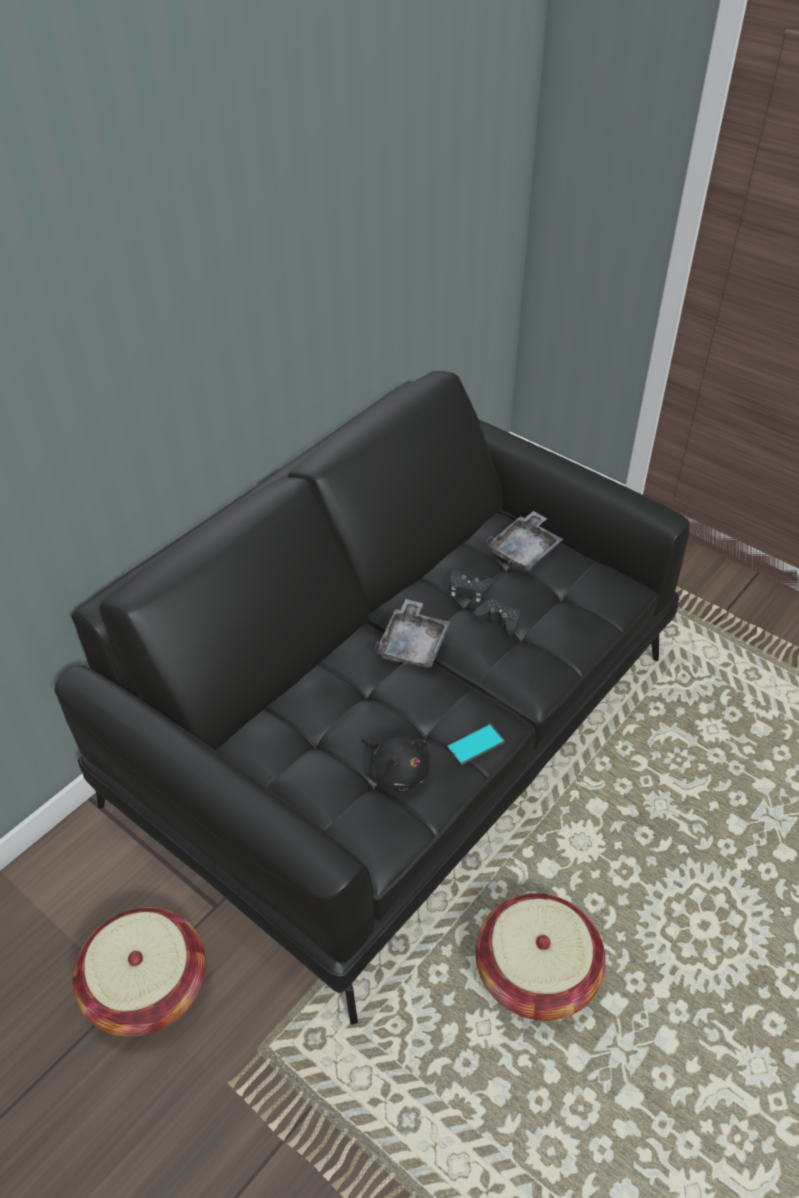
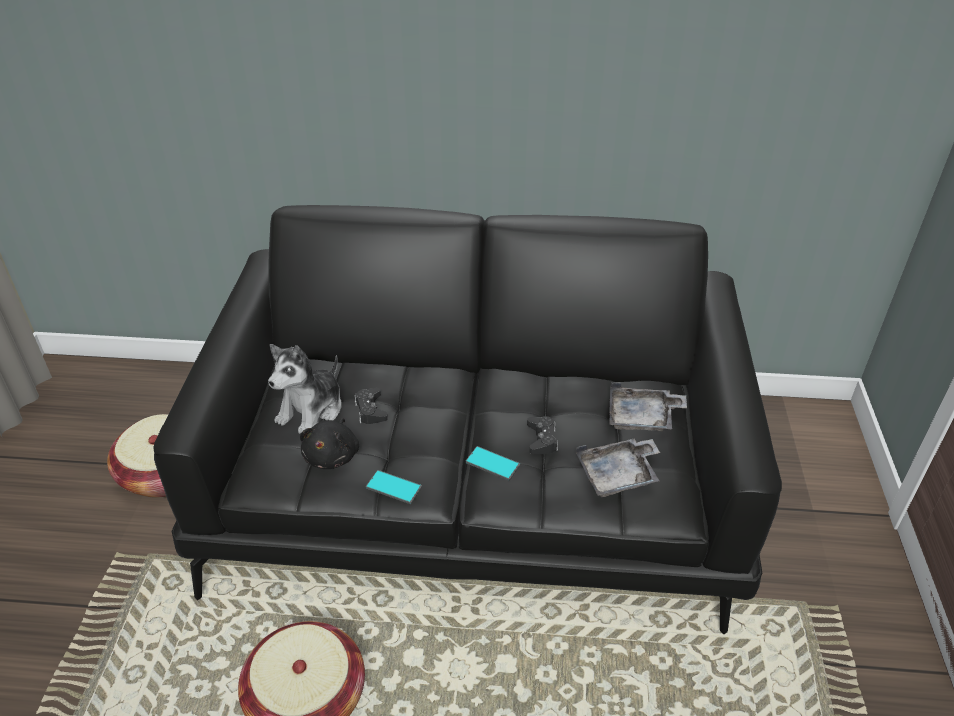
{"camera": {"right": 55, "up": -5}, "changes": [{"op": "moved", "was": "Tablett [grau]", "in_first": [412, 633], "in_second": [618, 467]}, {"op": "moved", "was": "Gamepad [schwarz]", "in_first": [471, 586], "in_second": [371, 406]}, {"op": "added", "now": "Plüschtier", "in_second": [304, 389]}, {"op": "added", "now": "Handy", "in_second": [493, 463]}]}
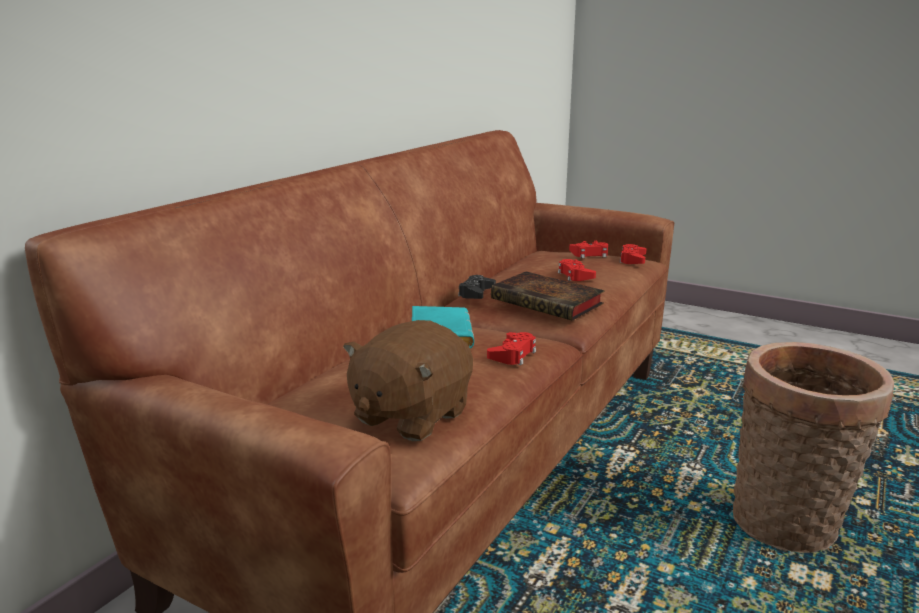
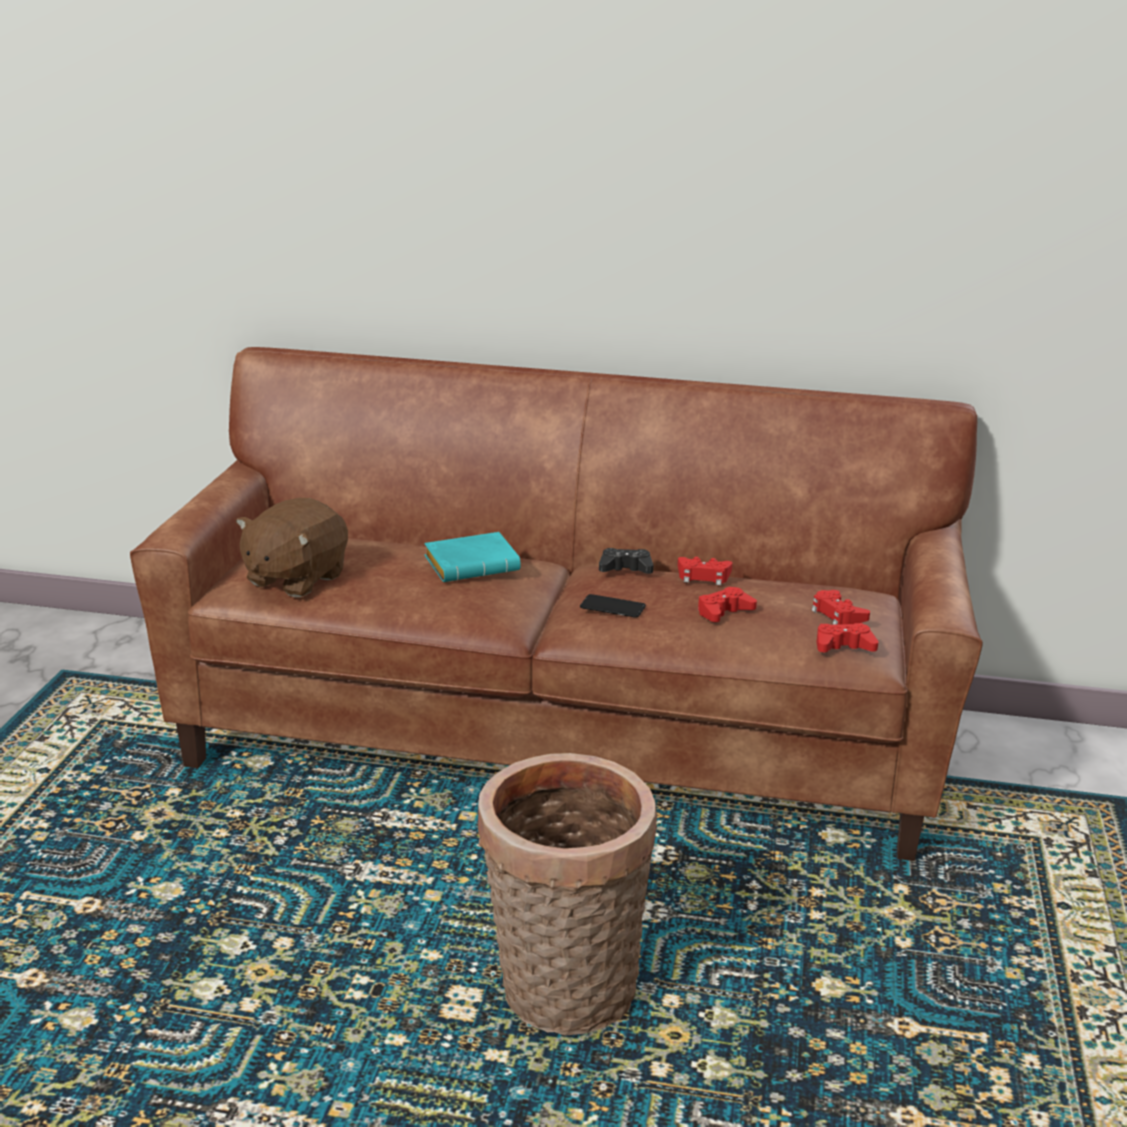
{"camera": {"right": 70, "up": 5}, "changes": [{"op": "turned", "was": "Plüschtier [braun]", "in_first": [408, 380], "in_second": [292, 548], "clockwise": -75}, {"op": "moved", "was": "Gamepad [rot]", "in_first": [511, 348], "in_second": [705, 571]}, {"op": "replaced", "was": "Buch", "now": "Handy", "in_first": [548, 296], "in_second": [613, 606]}]}
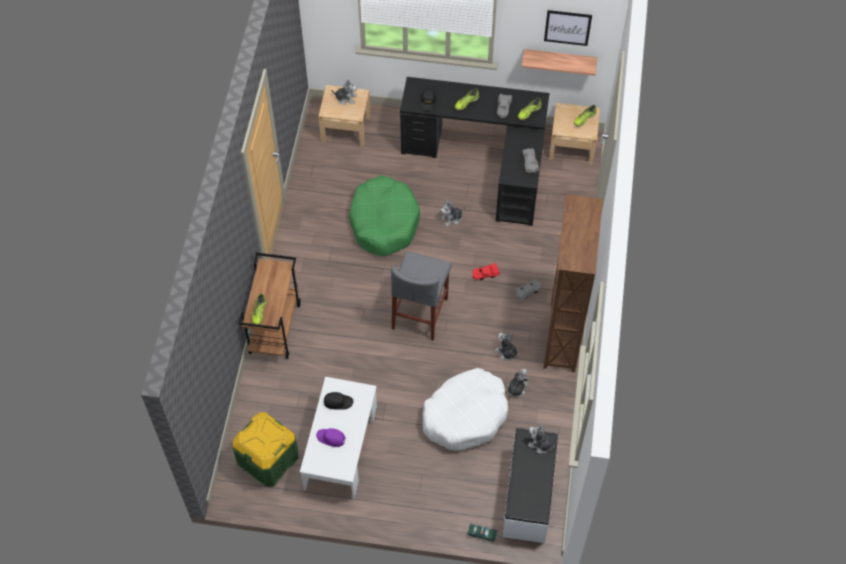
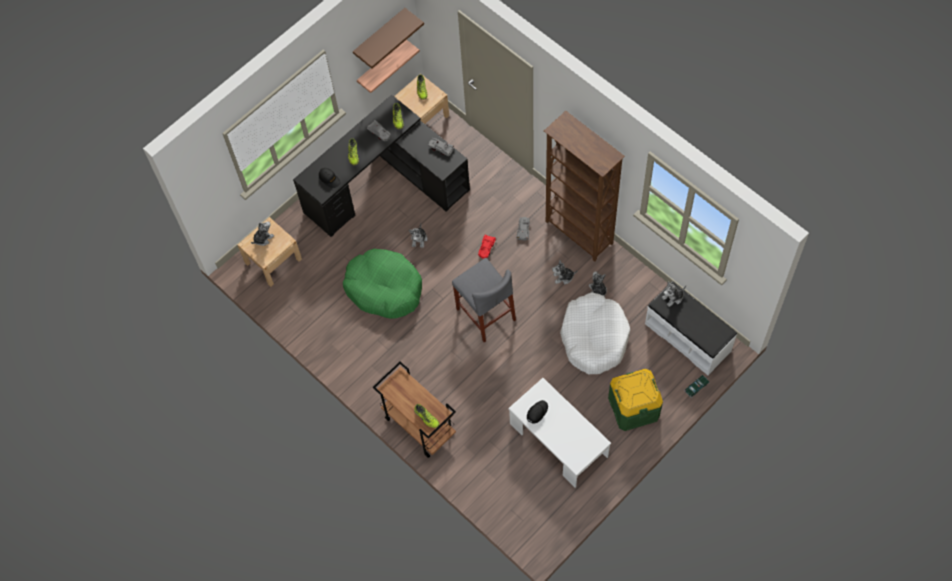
{"camera": {"right": -50, "up": 5}, "changes": [{"op": "moved", "was": "Aufbewahrungsbox [grün]", "in_first": [266, 449], "in_second": [635, 400]}, {"op": "removed", "was": "Kappe [lila]", "in_first": [331, 437]}, {"op": "replaced", "was": "Bild", "now": "Wandregal [braun]", "in_first": [568, 28], "in_second": [388, 38]}]}
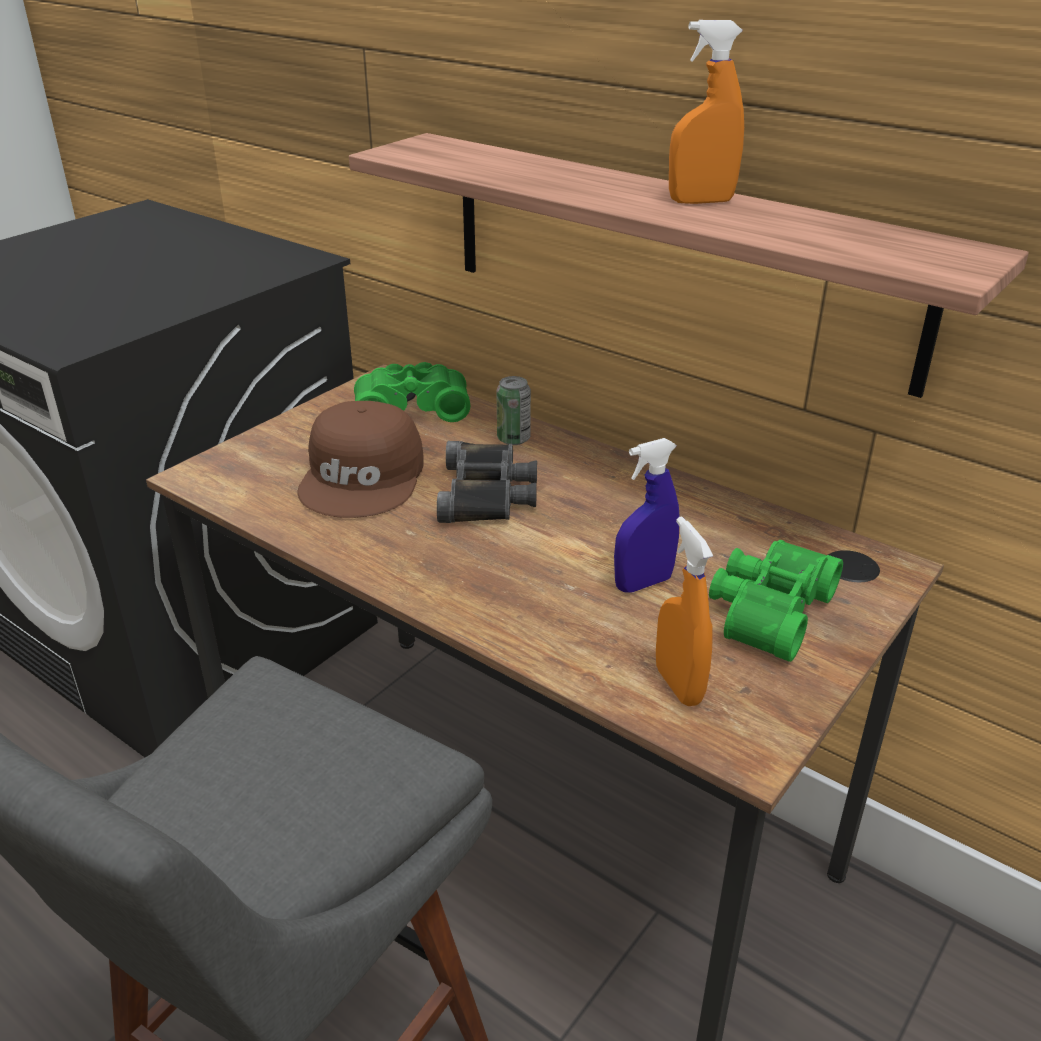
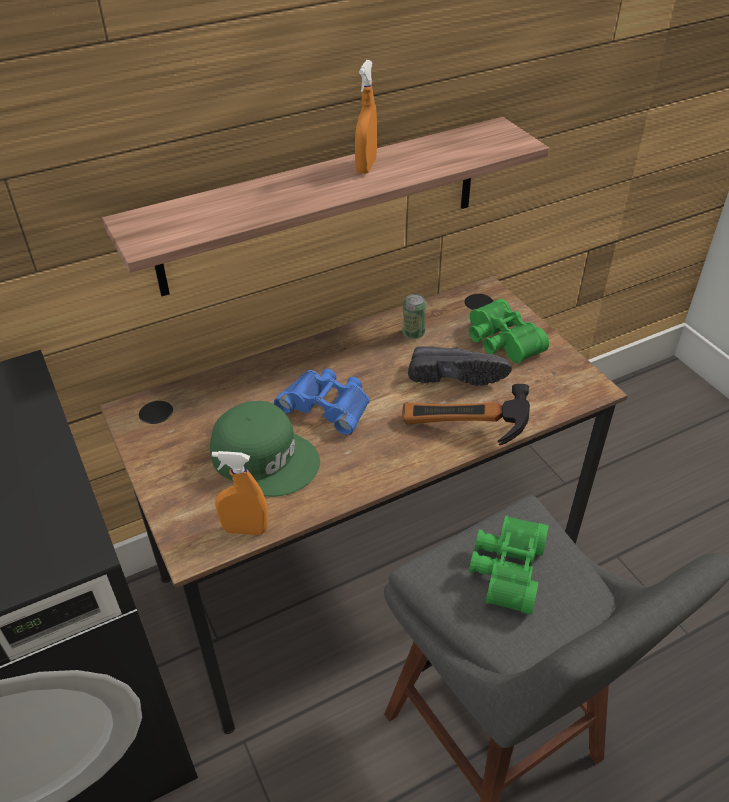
{"camera": {"right": -65, "up": 10}, "changes": [{"op": "recoloured", "was": "Kappe [braun]", "now": "Kappe [grün]", "in_first": [360, 459], "in_second": [265, 449]}, {"op": "moved", "was": "Fernglas [grün]", "in_first": [412, 392], "in_second": [509, 565]}, {"op": "recoloured", "was": "Fernglas [schwarz]", "now": "Fernglas [blau]", "in_first": [487, 482], "in_second": [322, 401]}, {"op": "moved", "was": "Dose", "in_first": [513, 410], "in_second": [415, 316]}, {"op": "replaced", "was": "Sprühflasche [blau]", "now": "Schuh [schwarz]", "in_first": [647, 515], "in_second": [460, 366]}, {"op": "moved", "was": "Sprühflasche [orange]", "in_first": [684, 611], "in_second": [240, 493]}, {"op": "added", "now": "Hammer", "in_second": [466, 414]}]}
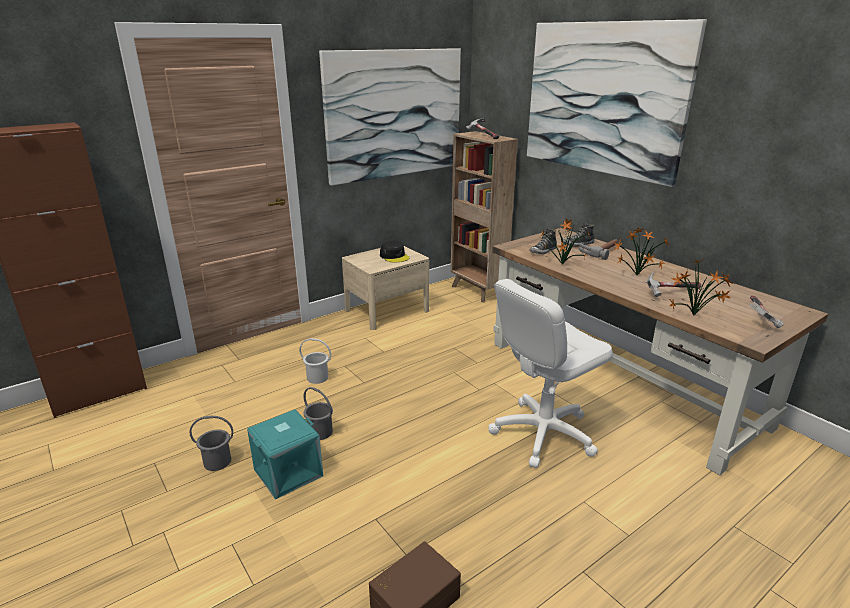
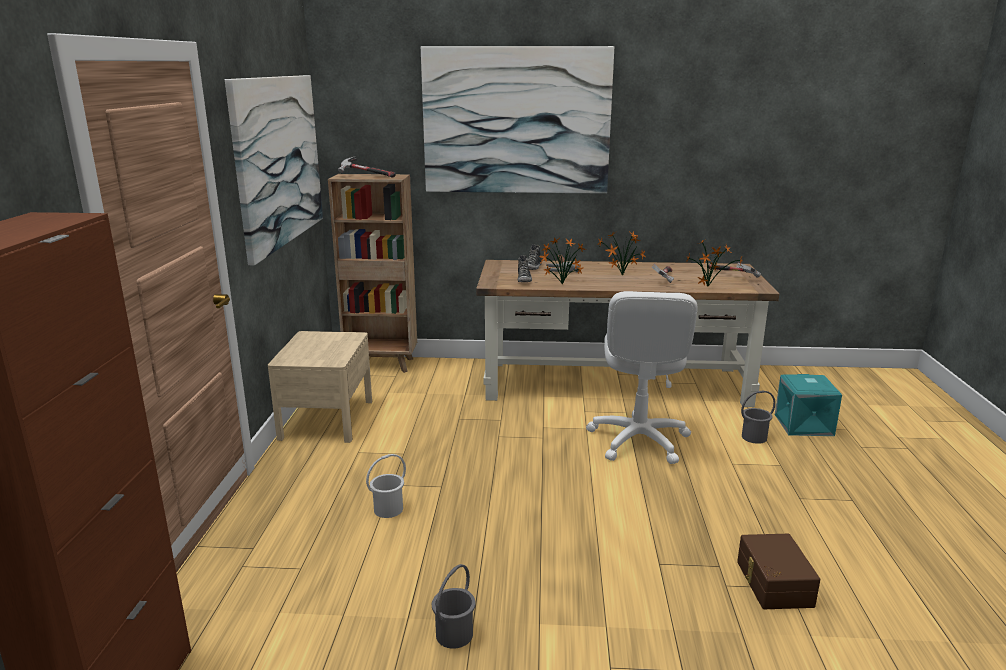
{"camera": {"right": -50, "up": -5}, "changes": [{"op": "moved", "was": "Aufbewahrungsbox [türkis]", "in_first": [285, 454], "in_second": [808, 405]}, {"op": "moved", "was": "Eimer [grau]", "in_first": [318, 413], "in_second": [758, 417]}, {"op": "removed", "was": "Kappe [schwarz]", "in_first": [394, 251]}]}
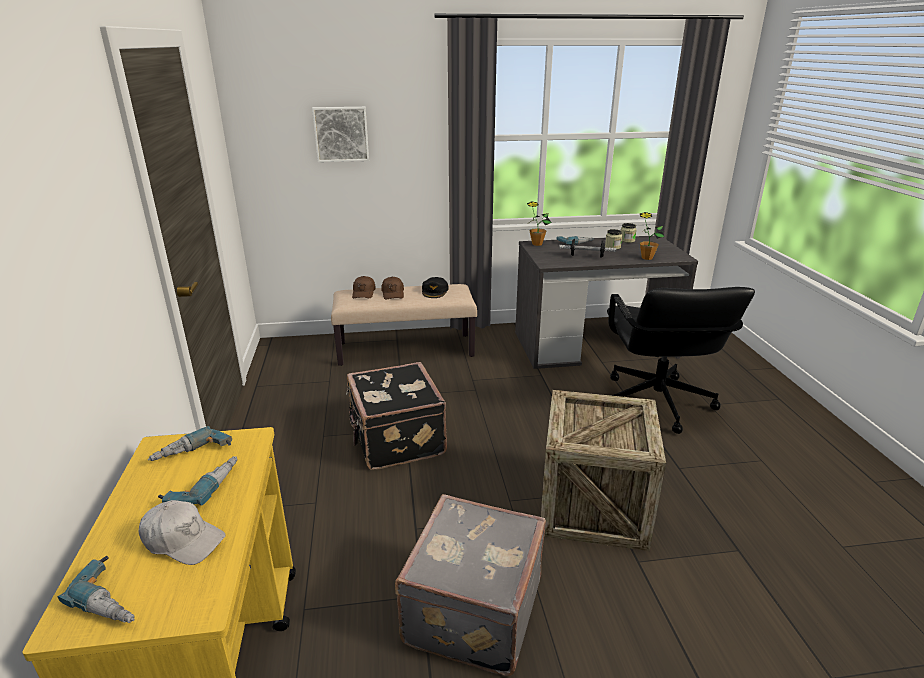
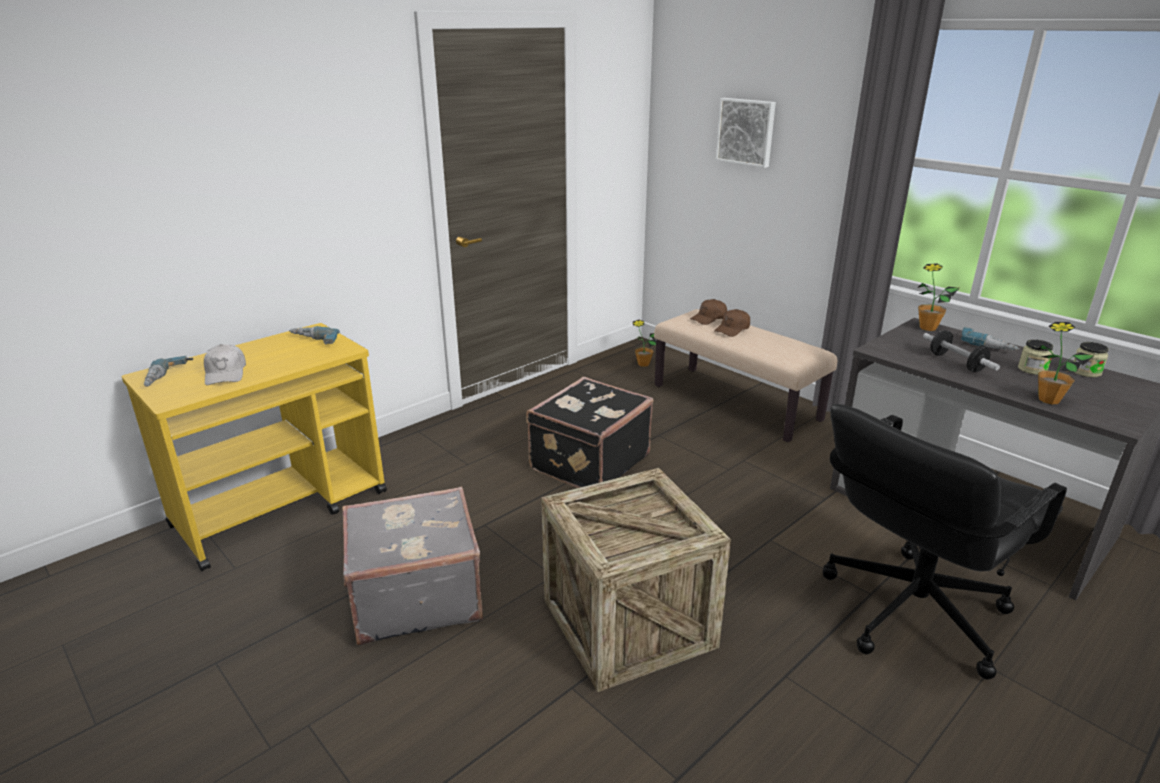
{"camera": {"right": 55, "up": 0}, "changes": [{"op": "removed", "was": "Bohrmaschine", "in_first": [197, 481]}, {"op": "removed", "was": "Kappe [schwarz]", "in_first": [435, 287]}, {"op": "added", "now": "Topfpflanze", "in_second": [644, 343]}]}
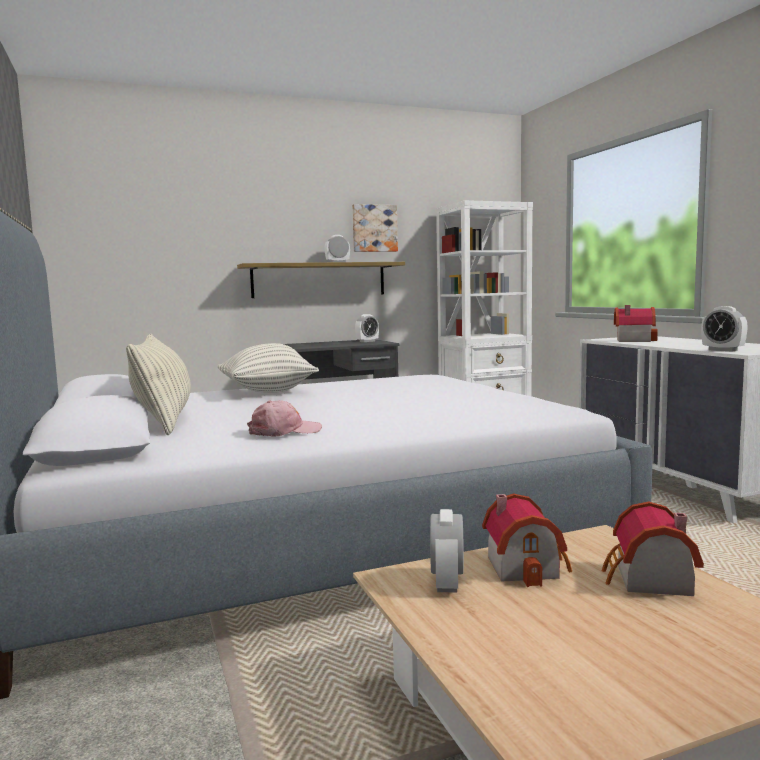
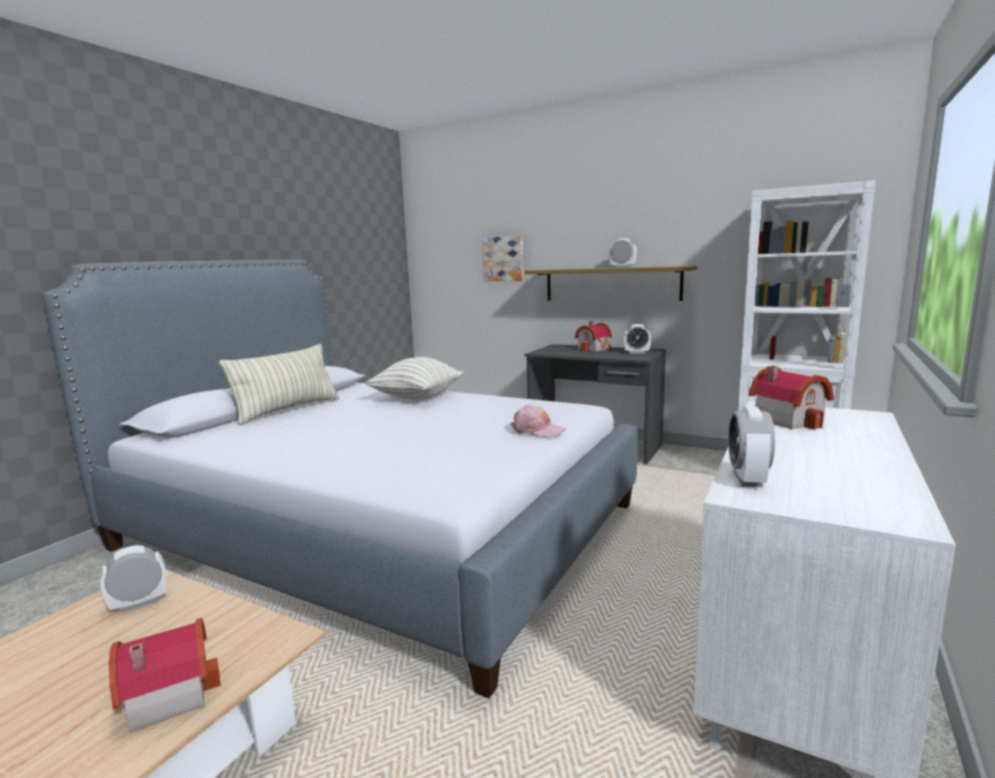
{"camera": {"right": 50, "up": 5}, "changes": [{"op": "moved", "was": "Kappe [rosa]", "in_first": [284, 418], "in_second": [538, 421]}, {"op": "moved", "was": "Bild", "in_first": [375, 228], "in_second": [503, 258]}, {"op": "moved", "was": "Spielzeughaus", "in_first": [527, 540], "in_second": [593, 336]}]}
